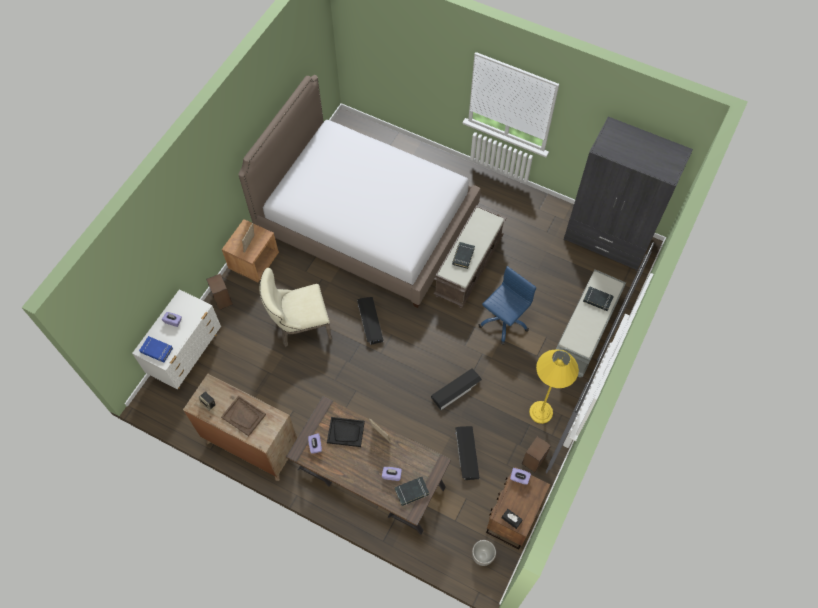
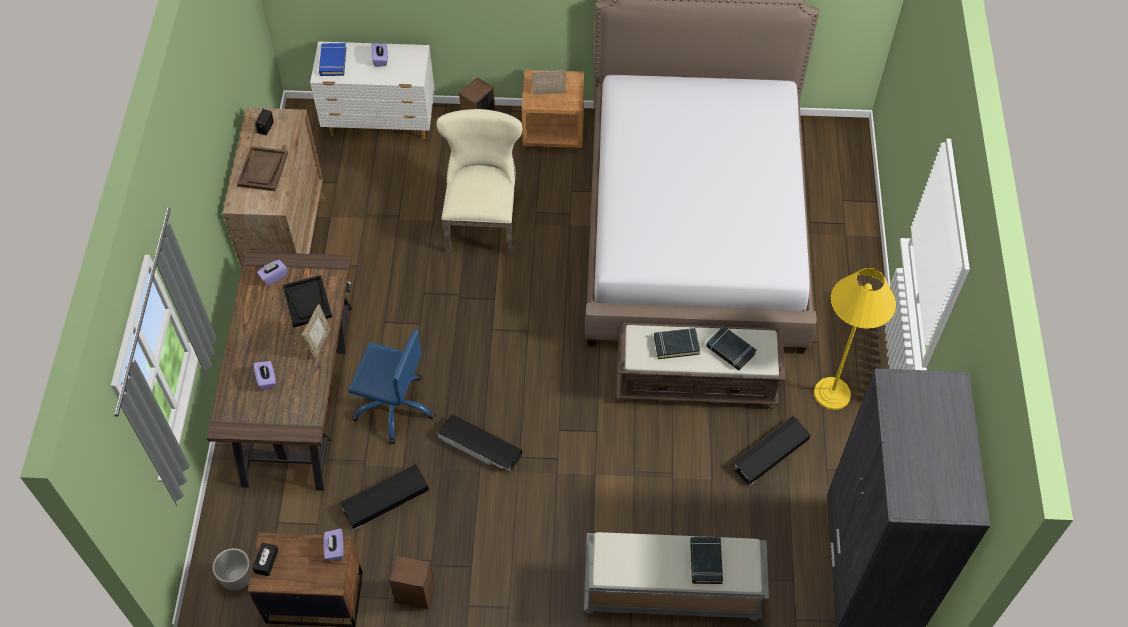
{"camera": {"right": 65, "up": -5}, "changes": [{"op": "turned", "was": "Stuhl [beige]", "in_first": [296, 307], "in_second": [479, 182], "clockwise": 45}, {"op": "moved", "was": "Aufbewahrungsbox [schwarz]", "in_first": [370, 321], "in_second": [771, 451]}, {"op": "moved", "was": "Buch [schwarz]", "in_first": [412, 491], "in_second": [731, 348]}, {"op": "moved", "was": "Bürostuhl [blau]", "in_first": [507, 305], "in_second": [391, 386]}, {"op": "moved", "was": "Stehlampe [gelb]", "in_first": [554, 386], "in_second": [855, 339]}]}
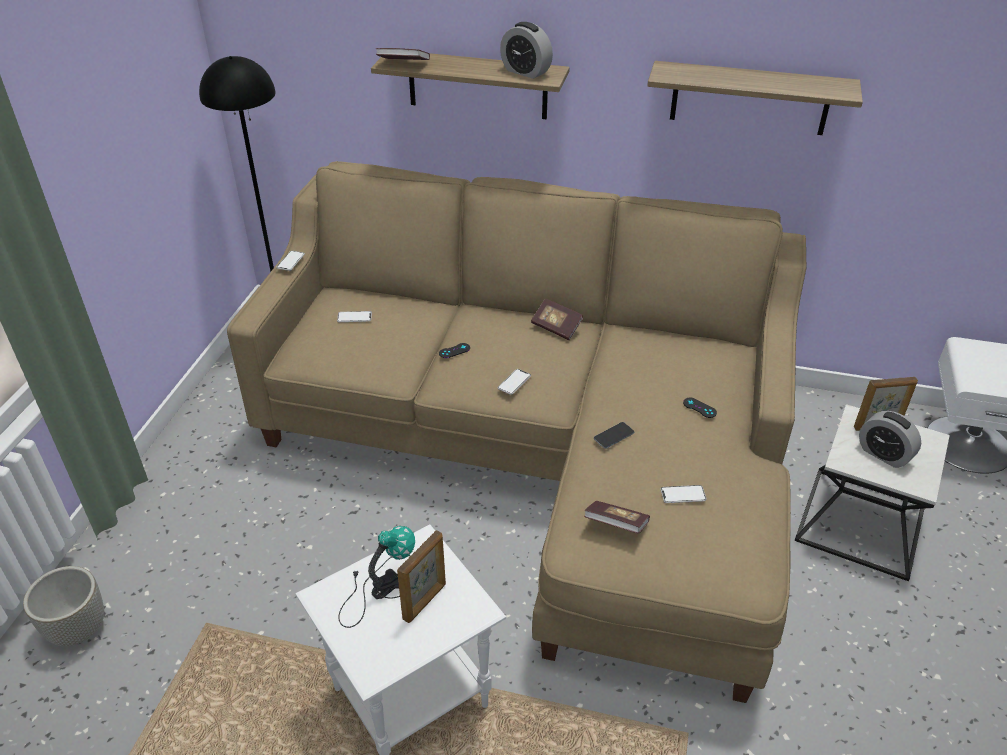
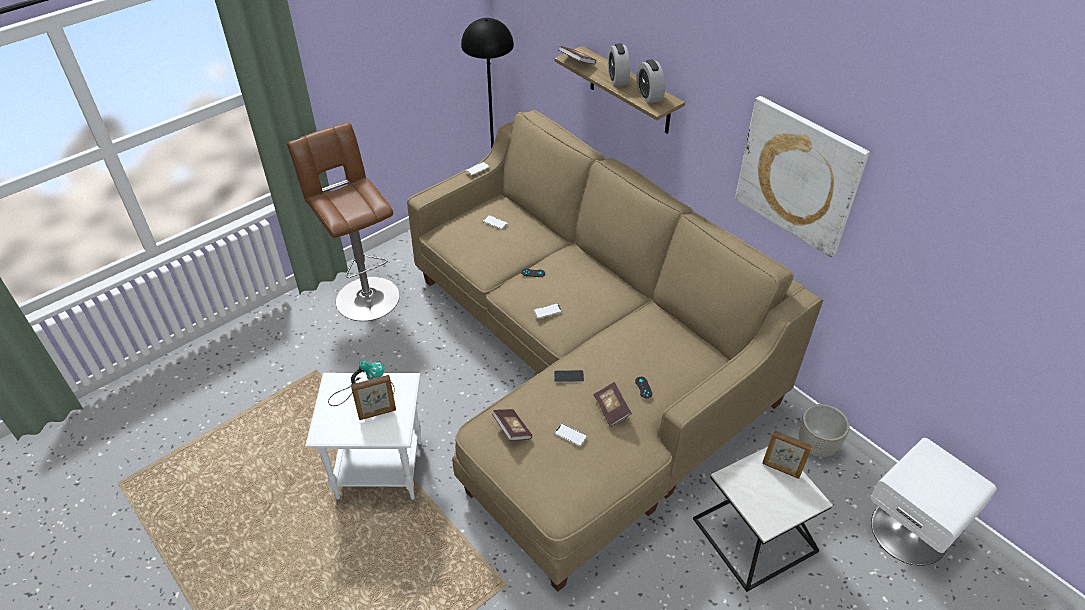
{"camera": {"right": 35, "up": 5}, "changes": [{"op": "moved", "was": "Pflanzkübel [grau]", "in_first": [63, 606], "in_second": [824, 430]}, {"op": "moved", "was": "Buch", "in_first": [557, 319], "in_second": [613, 404]}, {"op": "replaced", "was": "Wandregal", "now": "Bild", "in_first": [755, 98], "in_second": [802, 177]}, {"op": "moved", "was": "Wecker", "in_first": [890, 439], "in_second": [619, 64]}, {"op": "added", "now": "Hocker [braun]", "in_second": [343, 221]}]}
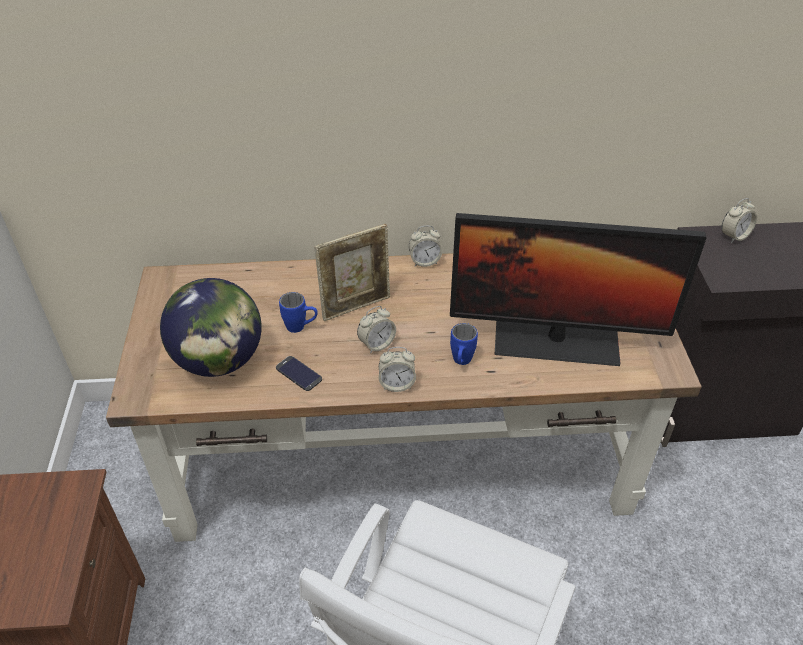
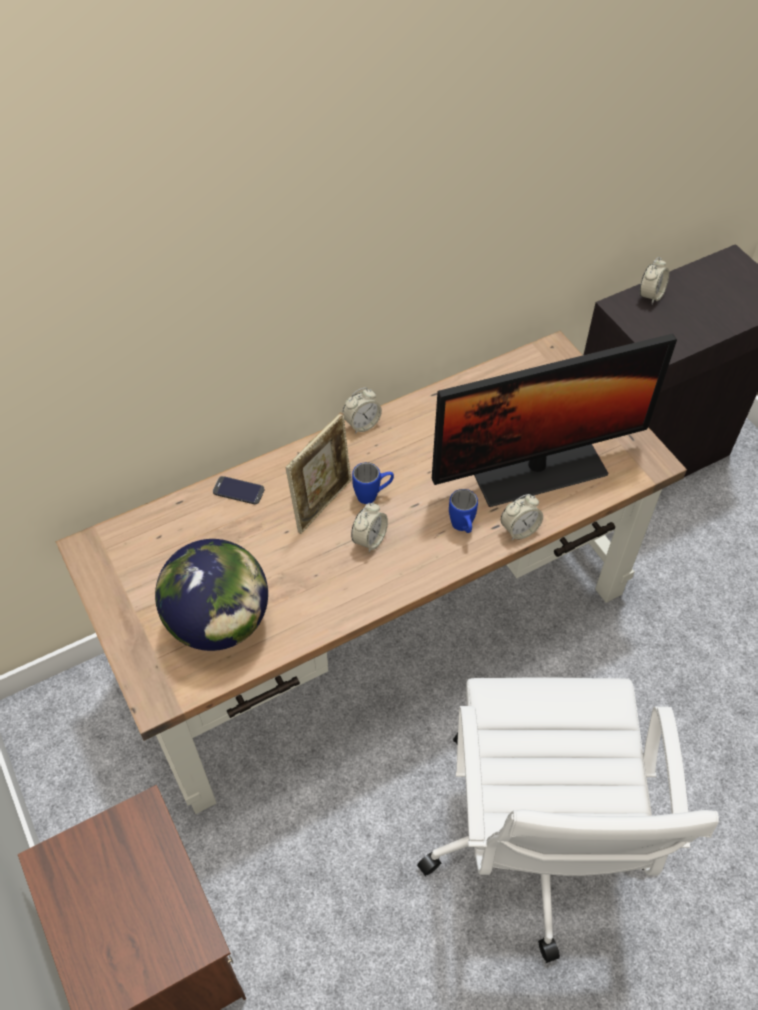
{"camera": {"right": -25, "up": 10}, "changes": [{"op": "moved", "was": "Handy", "in_first": [299, 373], "in_second": [238, 490]}, {"op": "moved", "was": "Henkelbecher [blau]", "in_first": [298, 312], "in_second": [373, 483]}, {"op": "moved", "was": "Wecker", "in_first": [397, 369], "in_second": [522, 517]}]}
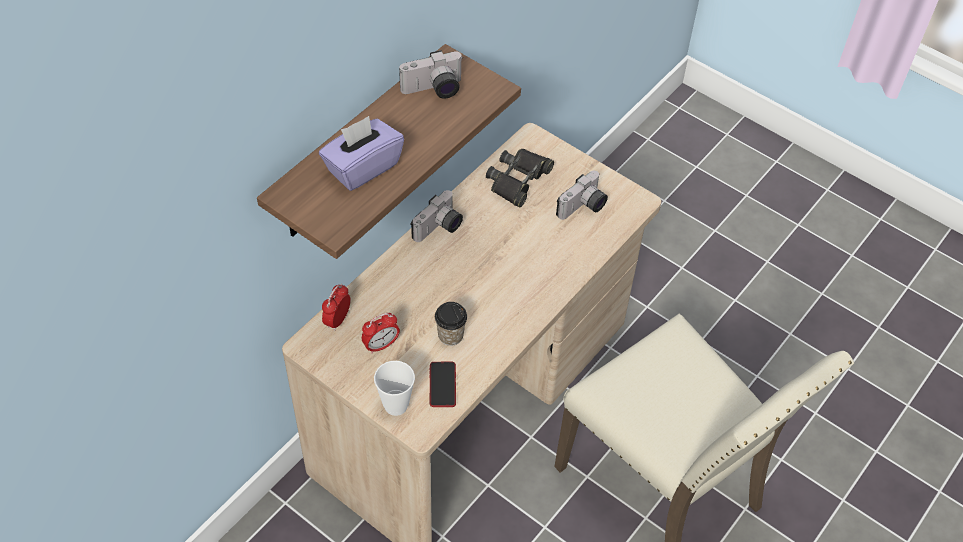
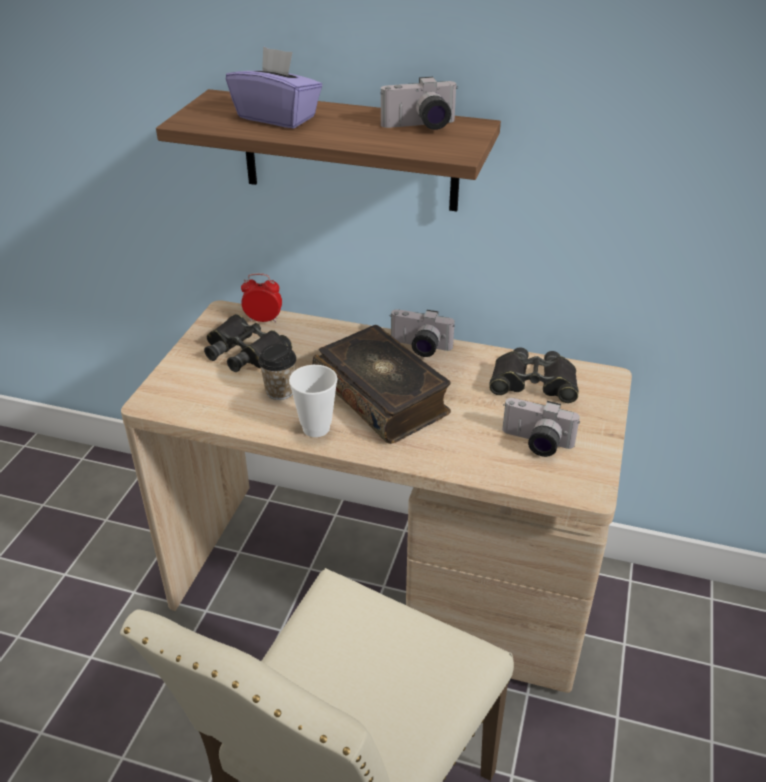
{"camera": {"right": 70, "up": -15}, "changes": [{"op": "replaced", "was": "Wecker", "now": "Fernglas [schwarz]", "in_first": [381, 333], "in_second": [248, 343]}, {"op": "moved", "was": "Tasse", "in_first": [394, 388], "in_second": [313, 401]}, {"op": "turned", "was": "Kamera", "in_first": [431, 74], "in_second": [419, 103], "clockwise": -60}, {"op": "removed", "was": "Handy", "in_first": [443, 384]}, {"op": "added", "now": "Buch", "in_second": [381, 384]}]}
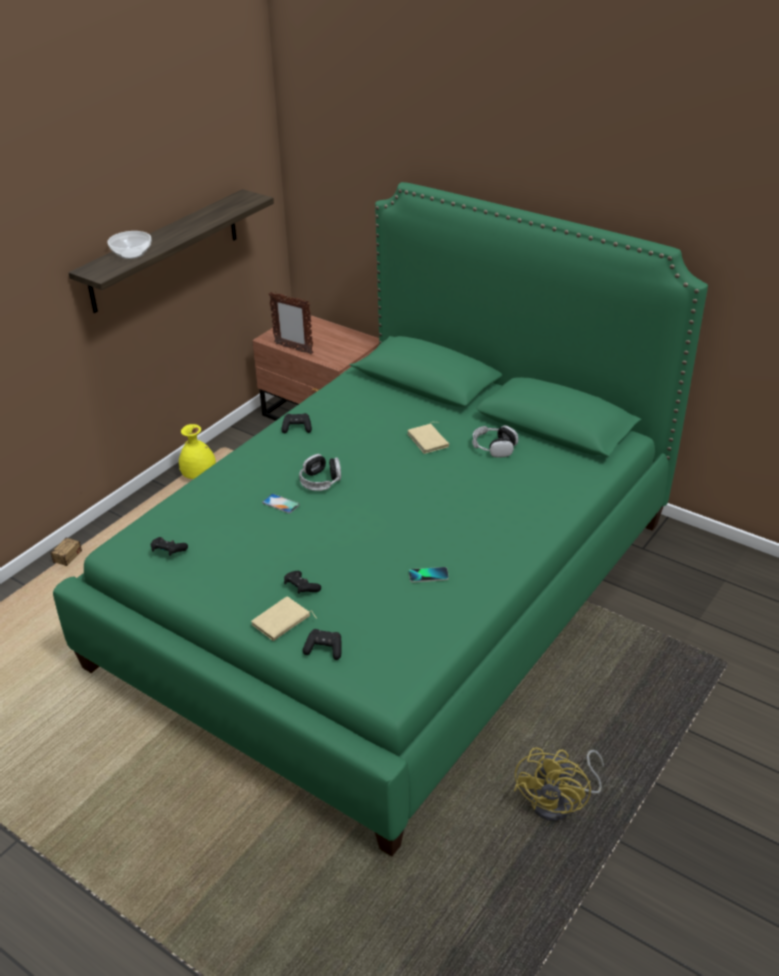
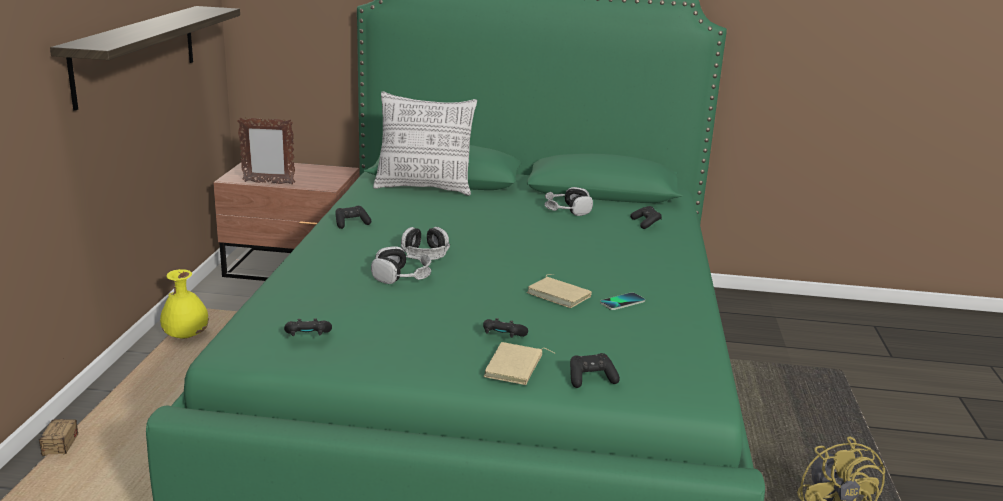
{"camera": {"right": -30, "up": -15}, "changes": [{"op": "removed", "was": "Schüssel", "in_first": [129, 245]}, {"op": "replaced", "was": "Handy", "now": "Kopfhörer", "in_first": [281, 503], "in_second": [401, 265]}, {"op": "moved", "was": "Buch [beige]", "in_first": [428, 438], "in_second": [559, 291]}, {"op": "added", "now": "Kissen", "in_second": [425, 143]}, {"op": "added", "now": "Gamepad [schwarz]", "in_second": [646, 217]}]}
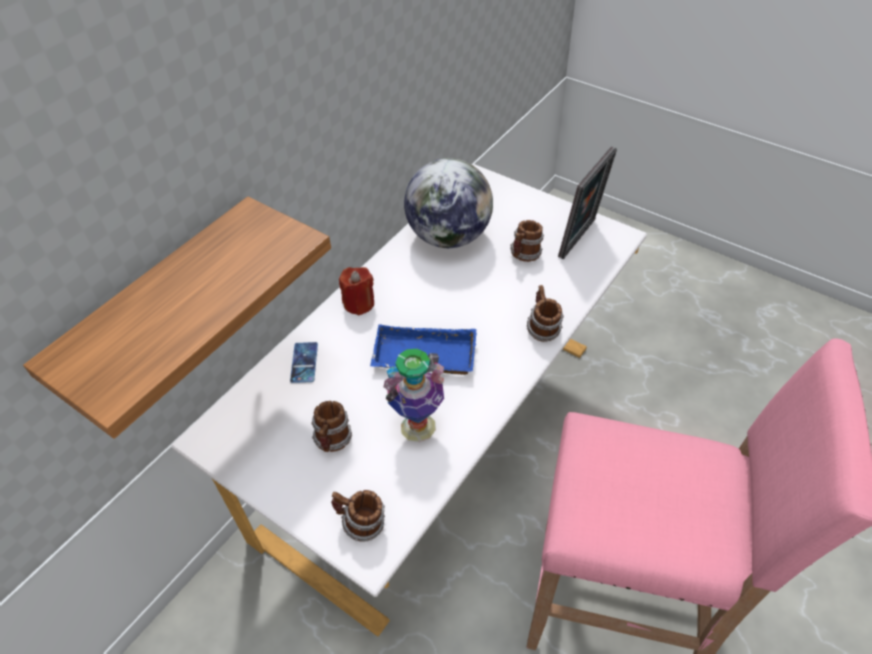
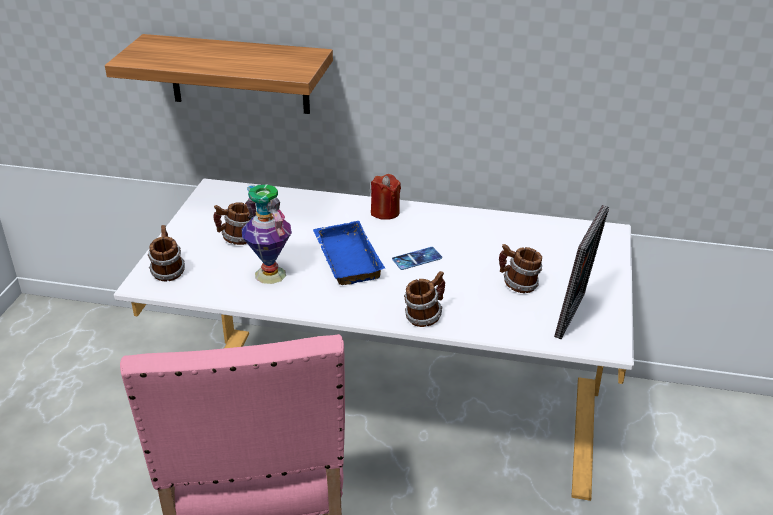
{"camera": {"right": 65, "up": -15}, "changes": [{"op": "moved", "was": "Handy", "in_first": [304, 362], "in_second": [417, 258]}, {"op": "removed", "was": "Globus", "in_first": [448, 203]}, {"op": "turned", "was": "Bilderrahmen", "in_first": [587, 202], "in_second": [581, 272], "clockwise": -75}]}
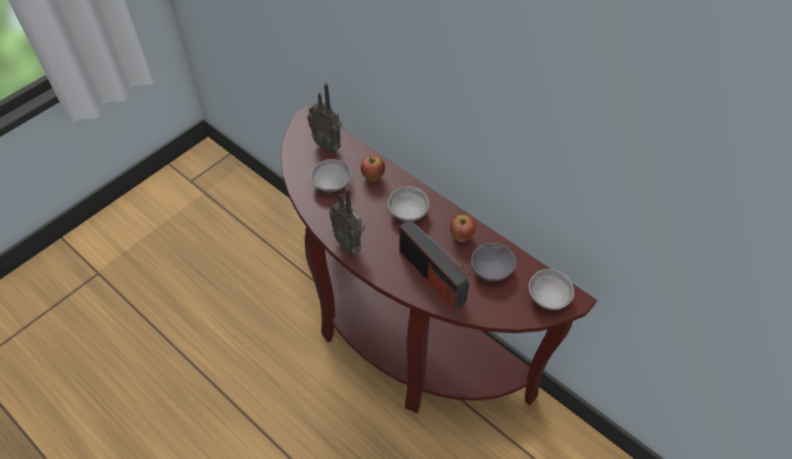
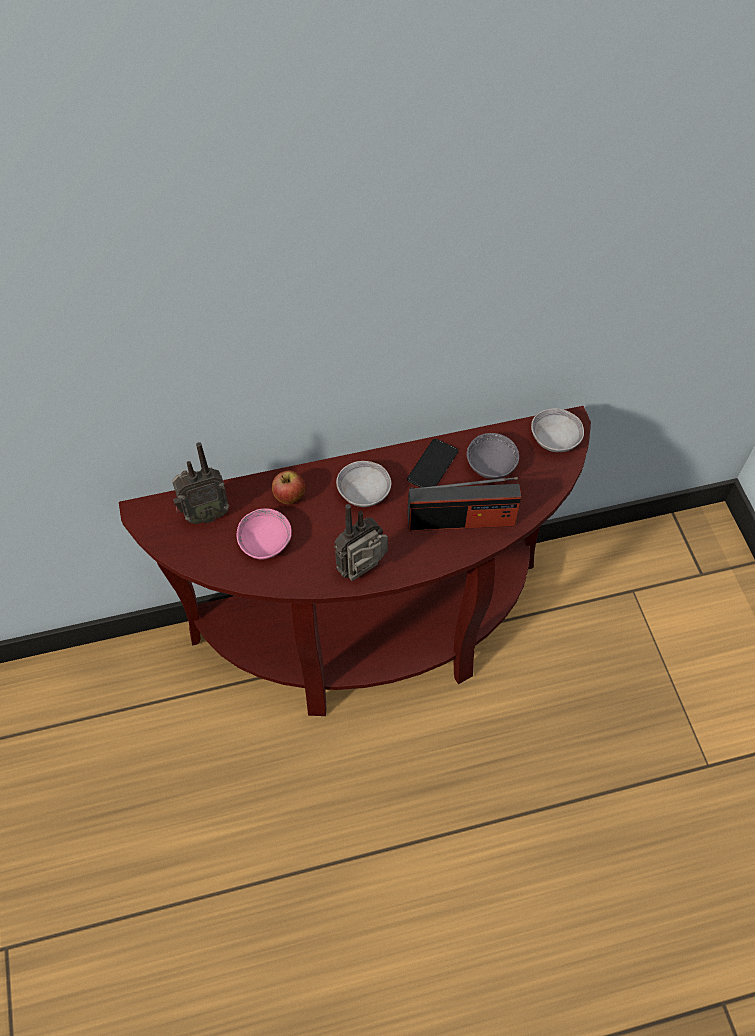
{"camera": {"right": -55, "up": 5}, "changes": [{"op": "recoloured", "was": "Schüssel [grau]", "now": "Schüssel [rosa]", "in_first": [330, 175], "in_second": [264, 534]}, {"op": "turned", "was": "Radio", "in_first": [347, 221], "in_second": [361, 542], "clockwise": 150}, {"op": "replaced", "was": "Apfel", "now": "Handy", "in_first": [463, 228], "in_second": [432, 463]}]}
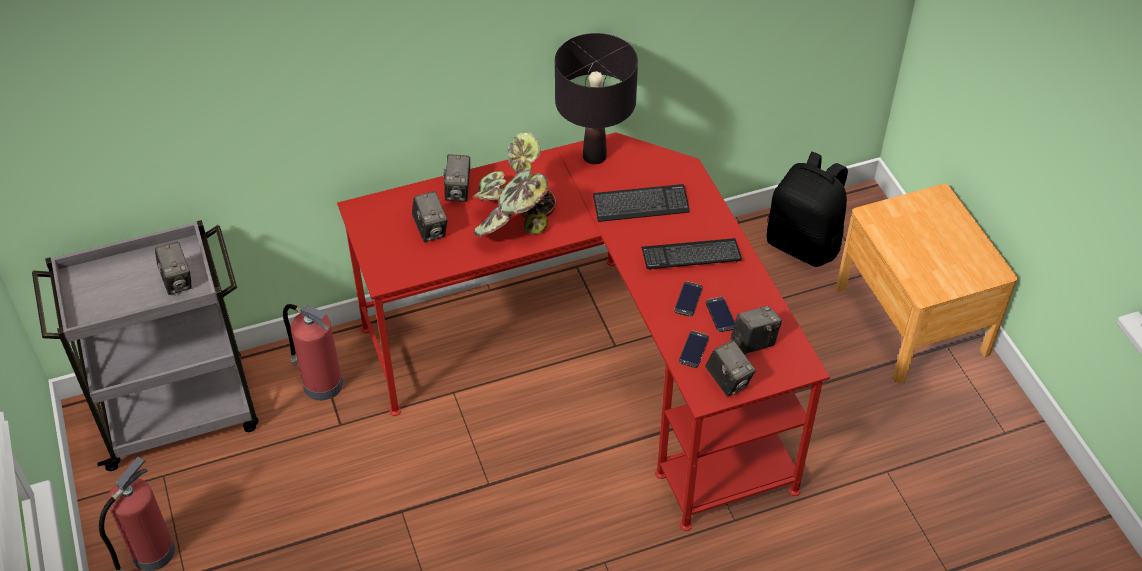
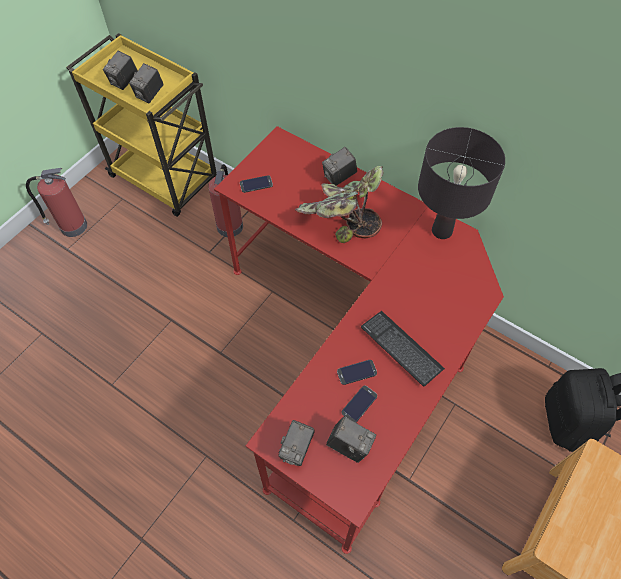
{"camera": {"right": 55, "up": 10}, "changes": [{"op": "recoloured", "was": "Rollwagen [grau]", "now": "Rollwagen [gelb]", "in_first": [145, 345], "in_second": [142, 125]}, {"op": "moved", "was": "Kamera", "in_first": [430, 216], "in_second": [120, 70]}, {"op": "removed", "was": "Tastatur", "in_first": [641, 203]}, {"op": "moved", "was": "Handy", "in_first": [694, 349], "in_second": [256, 184]}]}
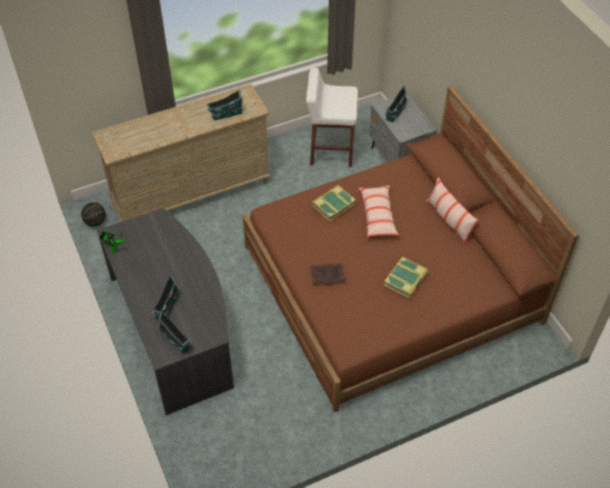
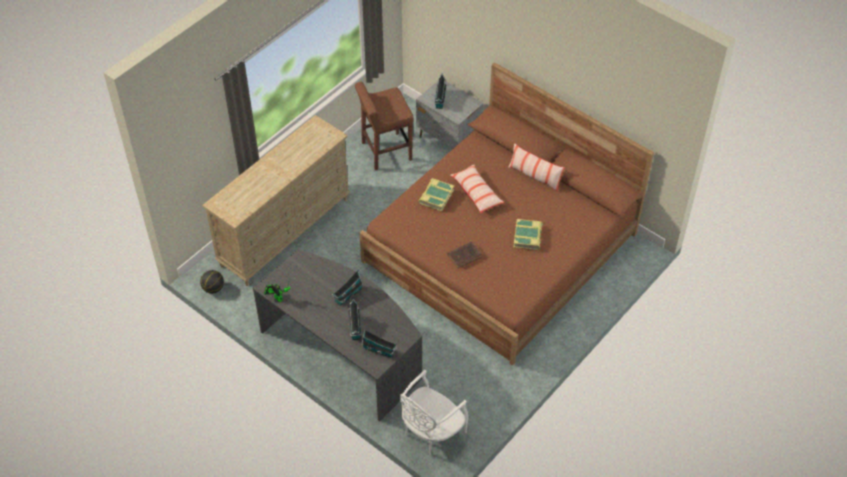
{"camera": {"right": -25, "up": 0}, "changes": [{"op": "moved", "was": "Spielzeughaus", "in_first": [225, 105], "in_second": [347, 288]}, {"op": "recoloured", "was": "Hocker [weiß]", "now": "Hocker [braun]", "in_first": [332, 117], "in_second": [384, 125]}, {"op": "added", "now": "Stuhl [weiß]", "in_second": [434, 412]}]}
